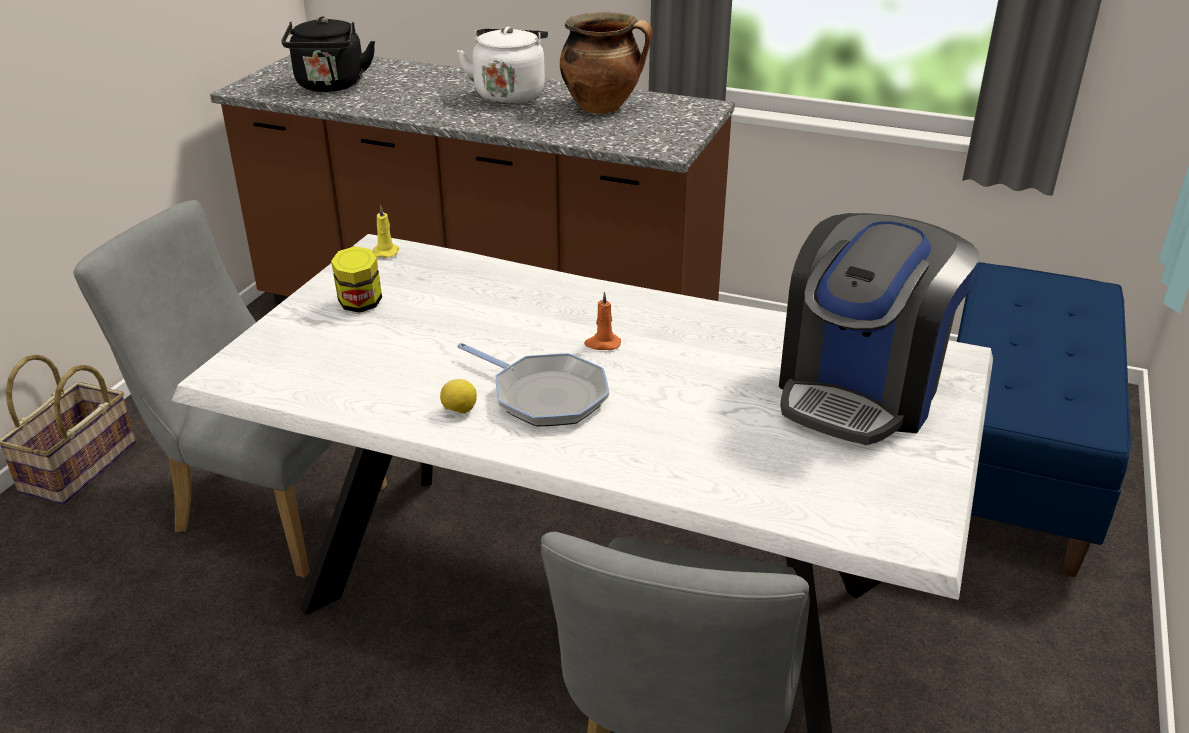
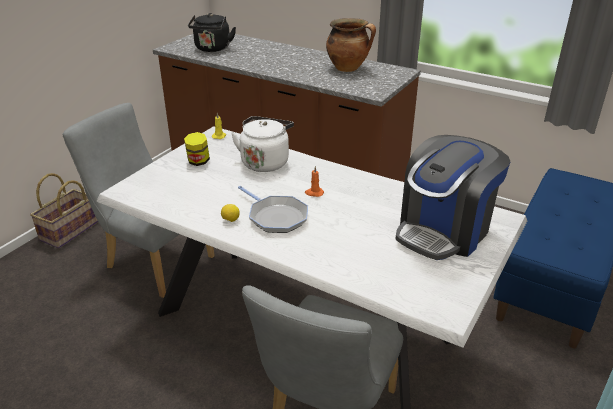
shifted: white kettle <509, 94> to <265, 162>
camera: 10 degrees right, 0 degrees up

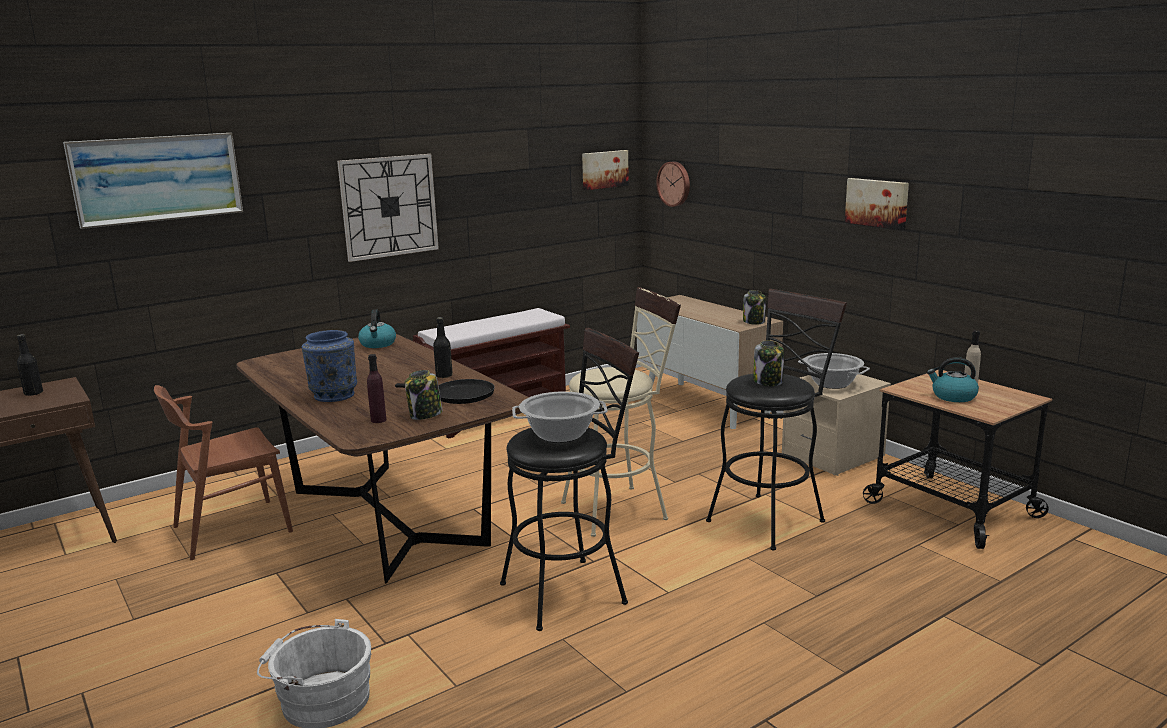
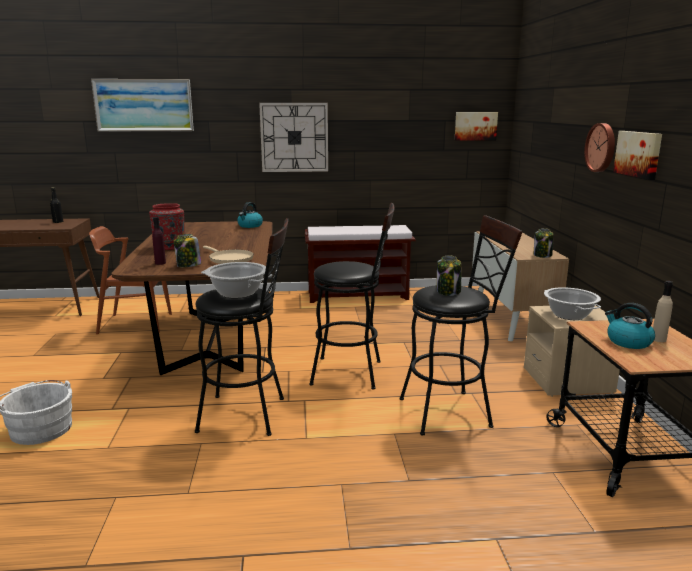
gone: black bottle <444, 376>
shifted: wall clock <674, 184> to <601, 147>
repainted: blue vase <333, 395> to red vase <169, 246>; black frying pan <459, 395> to beige frying pan <229, 259>; beige stool <622, 508> to black stool <354, 373>
camera: 30 degrees right, 0 degrees up

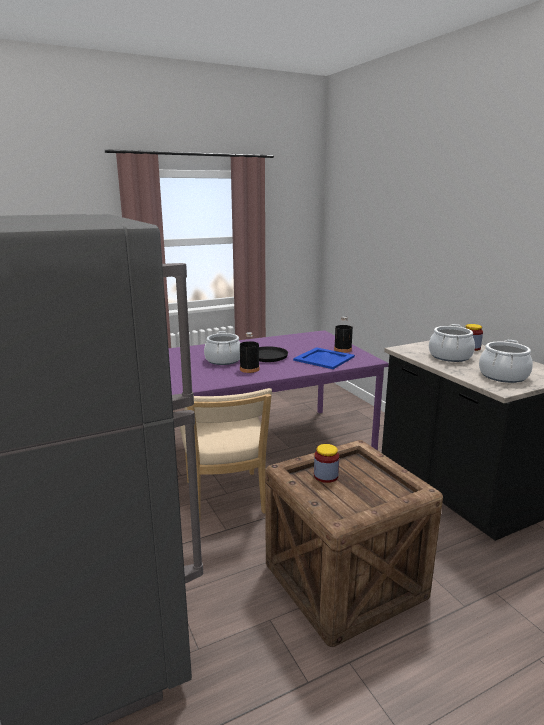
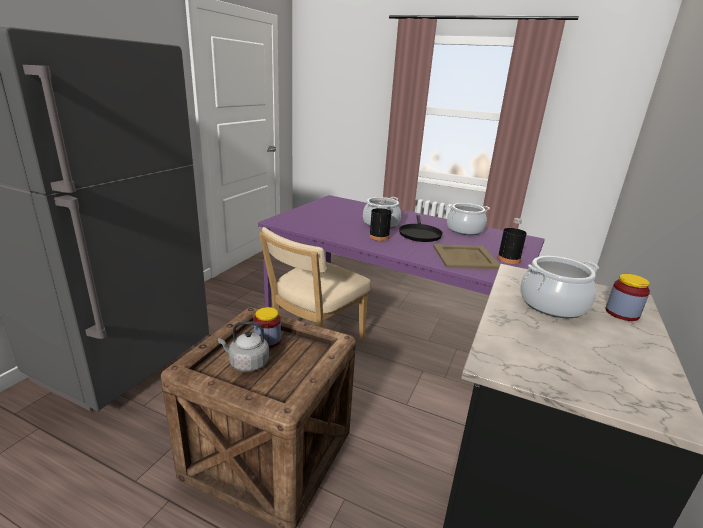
new: grey kettle <247, 363>
shifted: cooking pot <503, 376> to <464, 230>
repainted: blue tray <324, 358> to beige tray <465, 257>
camera: 50 degrees right, 5 degrees up

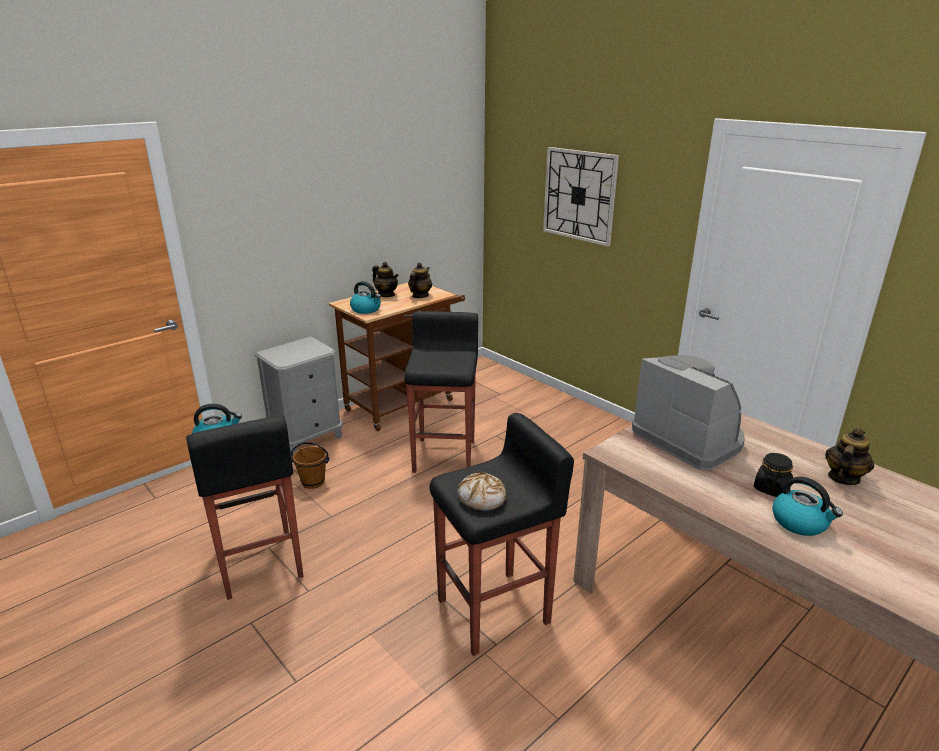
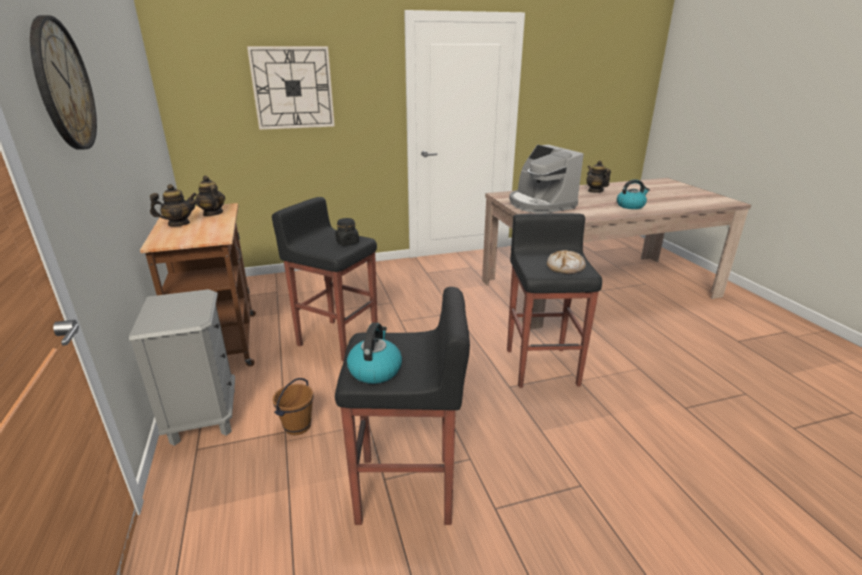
gone: kettle <366, 309>
new: wall clock <63, 85>
shifted: black jar <771, 488> to <347, 242>
rotated: coffee machine <689, 439> = <540, 204> 105 degrees counterclockwise
camera: 65 degrees left, 0 degrees up

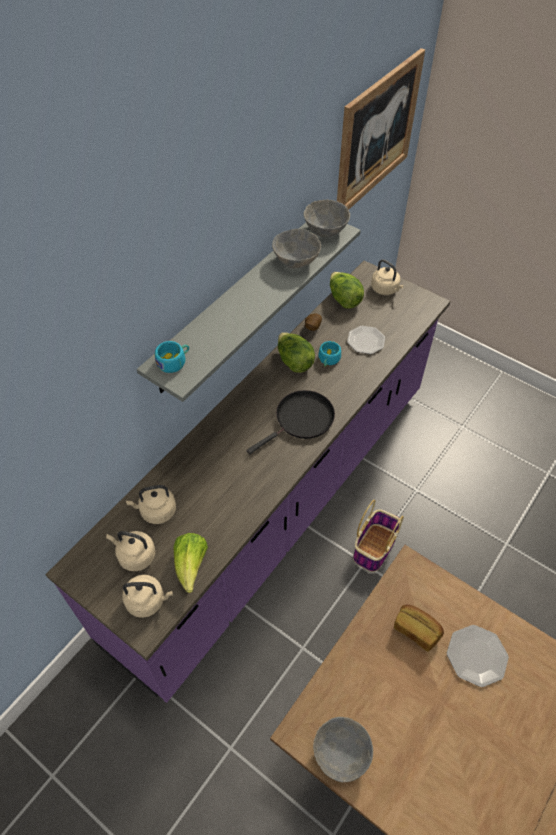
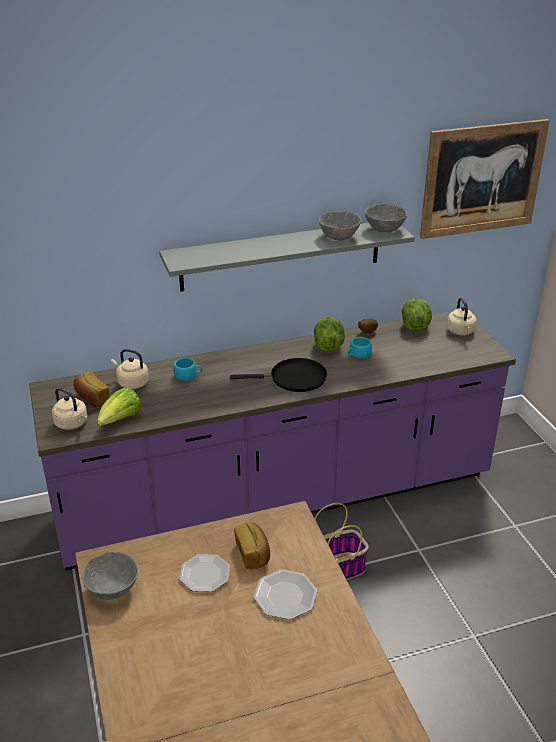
shifted: turquoise cup <174, 361> to <188, 375>; plate <366, 341> to <205, 575>
swapped: beige kettle <135, 556> to bread <91, 398>
camera: 35 degrees right, 20 degrees down

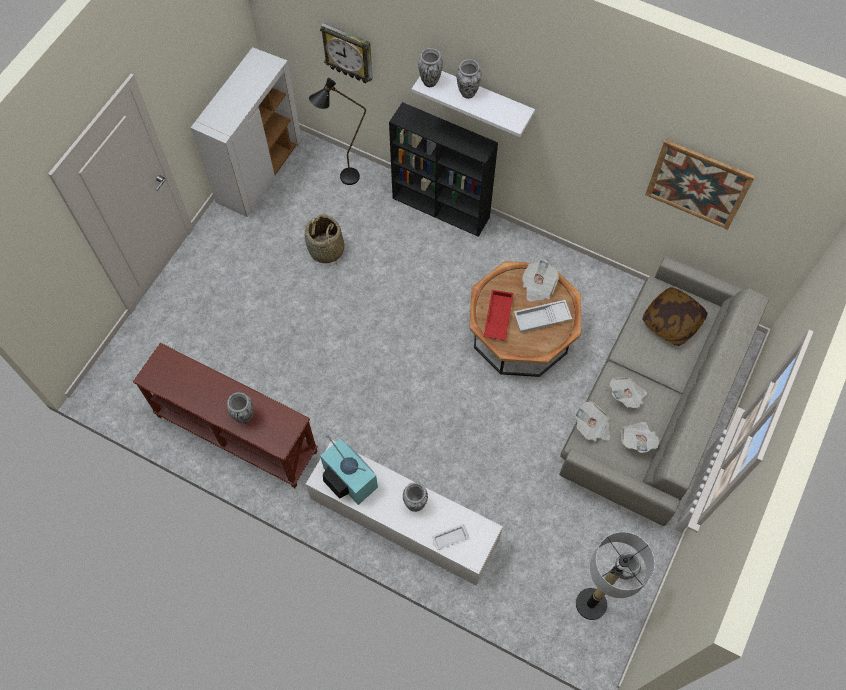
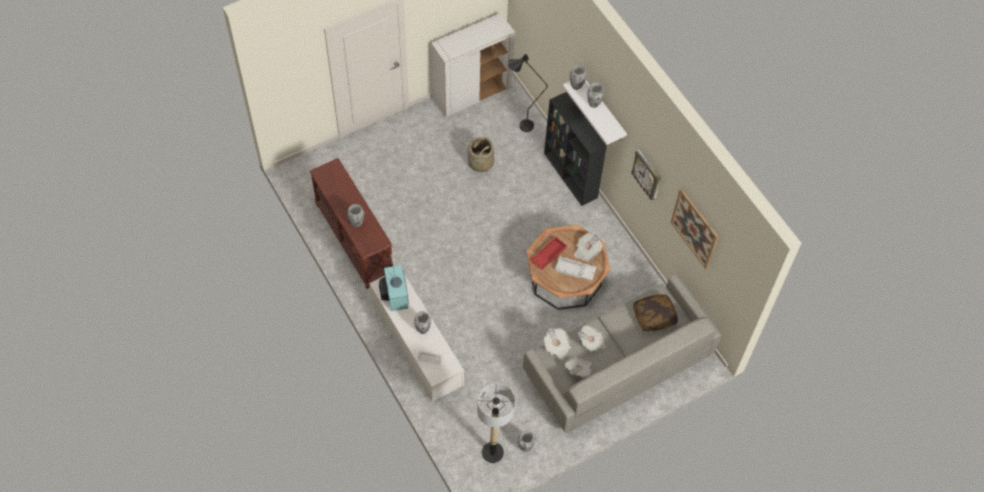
shifted: wall clock <348, 53> to <647, 175>
camera: 30 degrees right, 5 degrees down

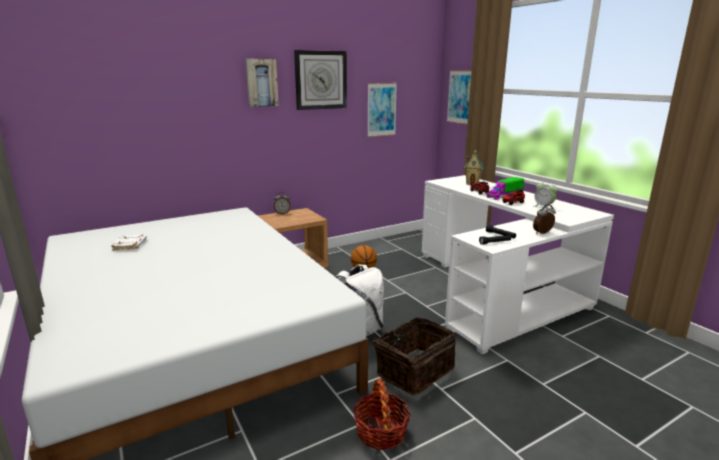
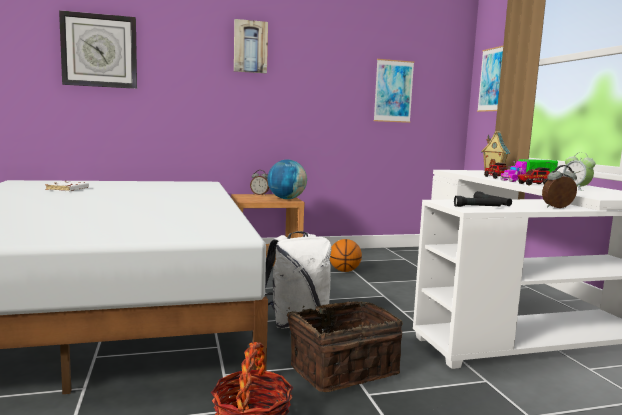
new: globe <286, 199>
shifted: wall clock <321, 80> to <99, 51>
camera: 15 degrees right, 10 degrees down

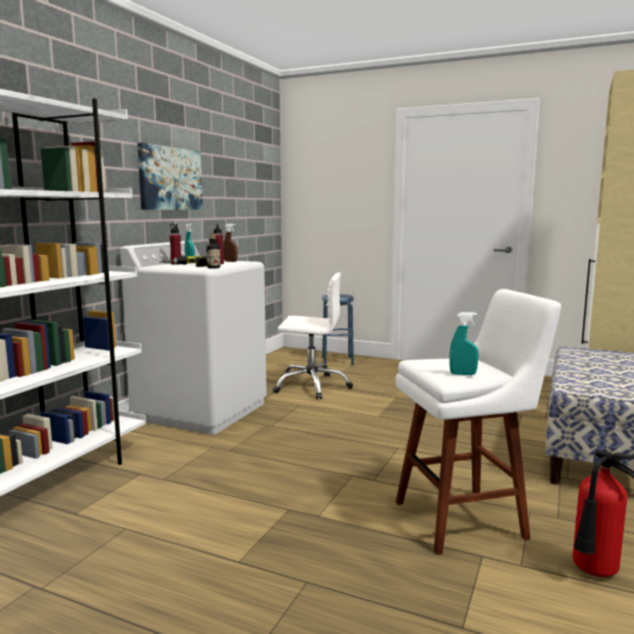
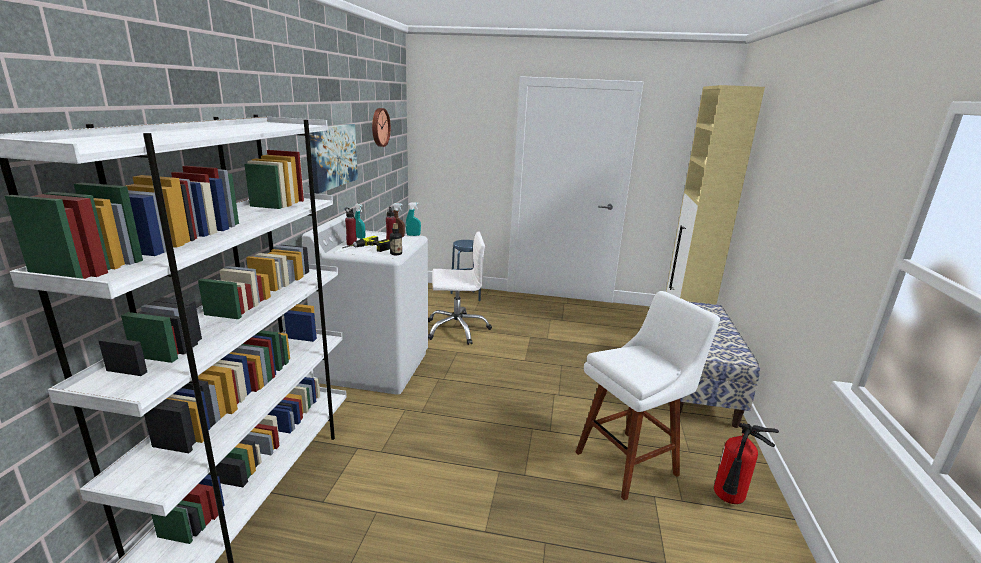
new: wall clock <379, 127>
shifted: turquoise spray bottle <463, 374> to <413, 235>
camera: 15 degrees left, 10 degrees up

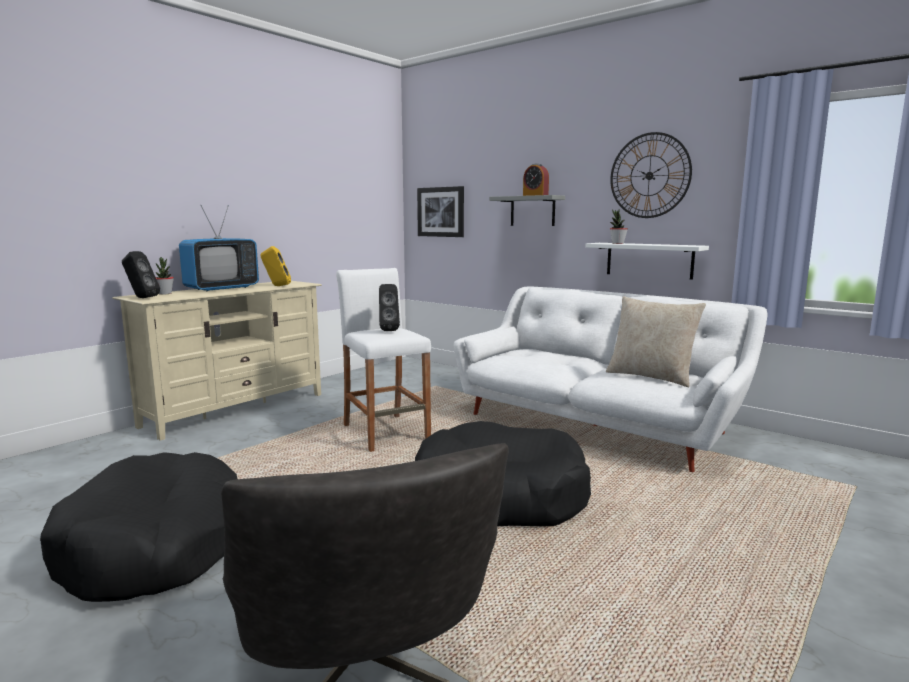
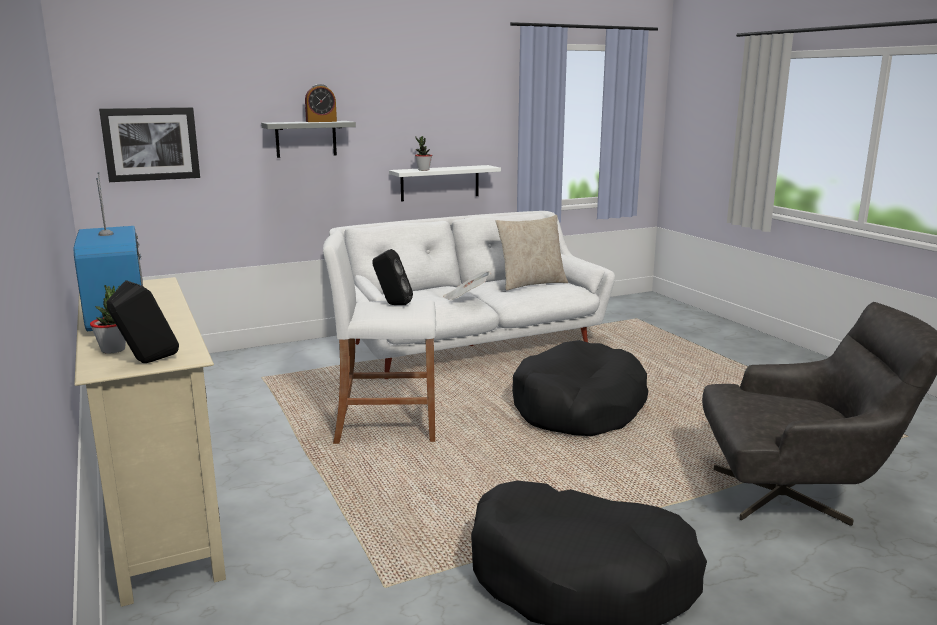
gone: yellow speaker <276, 286>; wall clock <649, 175>
new: newspaper <466, 298>
camera: 65 degrees left, 5 degrees up

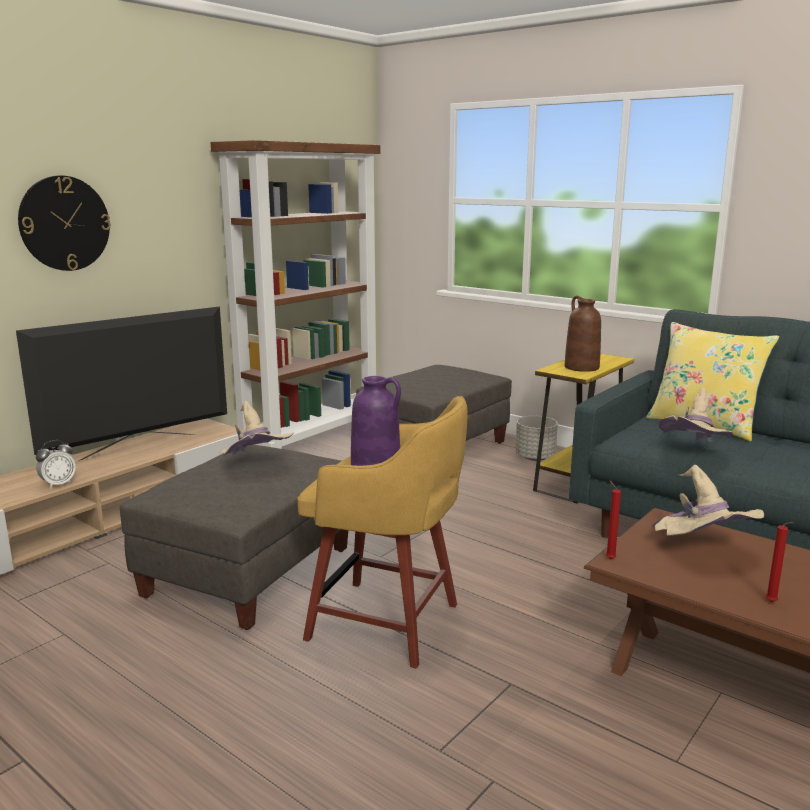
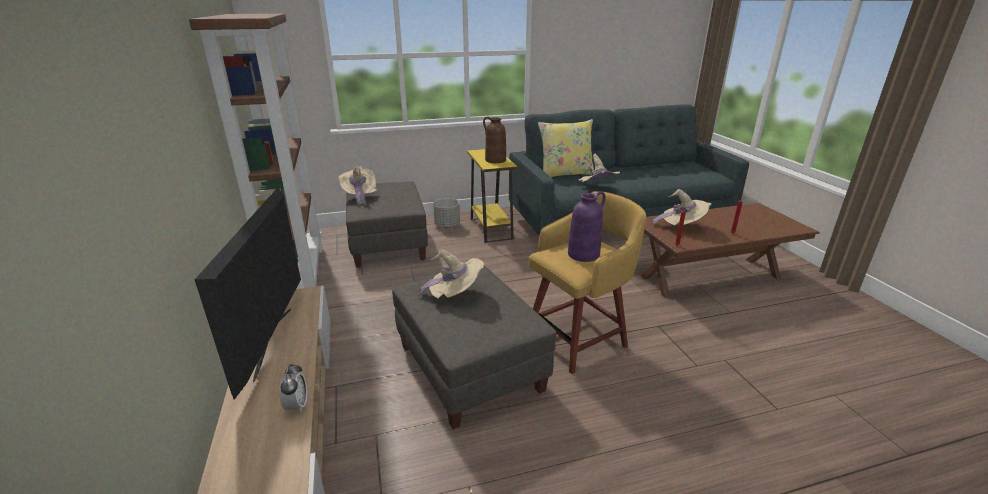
gone: wall clock <64, 223>
new: beige hat <360, 196>
camera: 55 degrees left, 10 degrees up

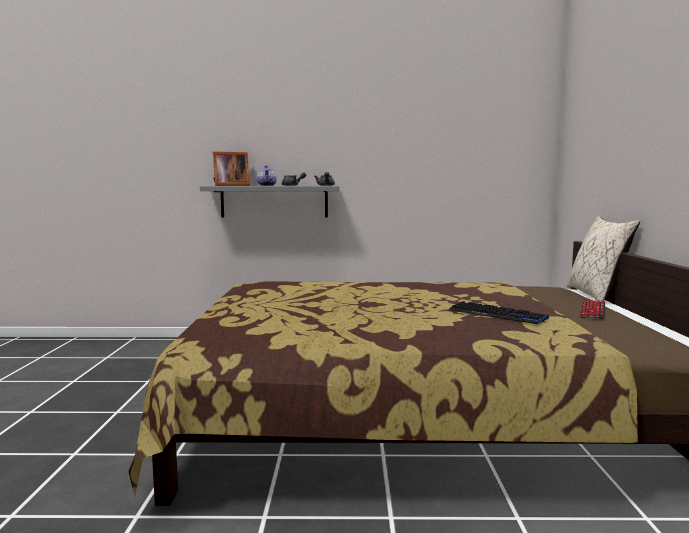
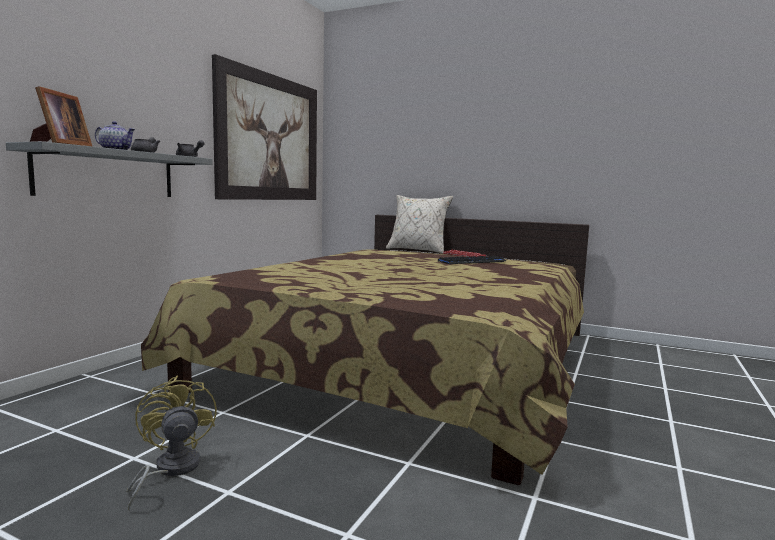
new: yellow fan <170, 470>; picture <270, 138>
camera: 65 degrees left, 0 degrees up

